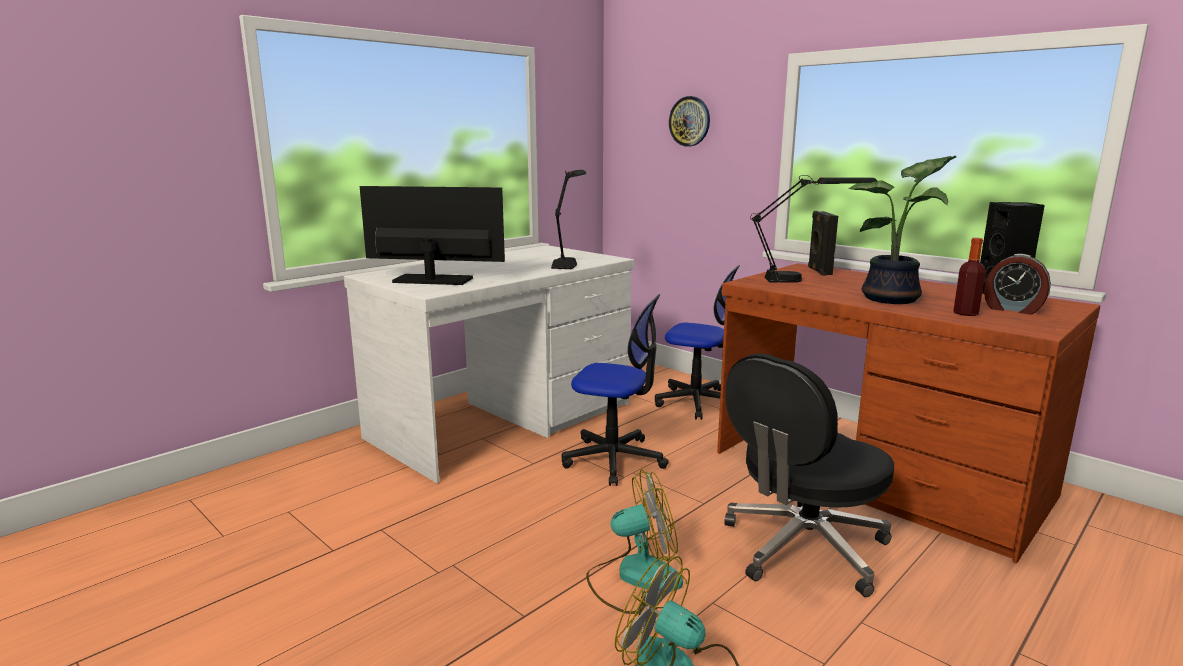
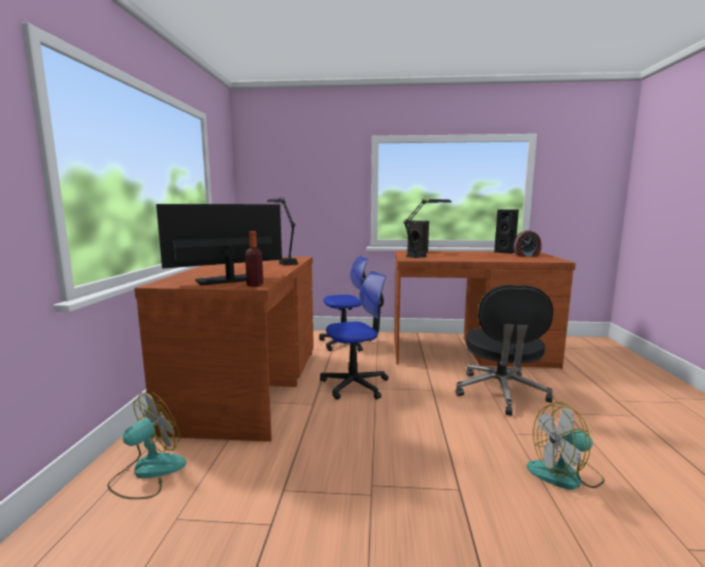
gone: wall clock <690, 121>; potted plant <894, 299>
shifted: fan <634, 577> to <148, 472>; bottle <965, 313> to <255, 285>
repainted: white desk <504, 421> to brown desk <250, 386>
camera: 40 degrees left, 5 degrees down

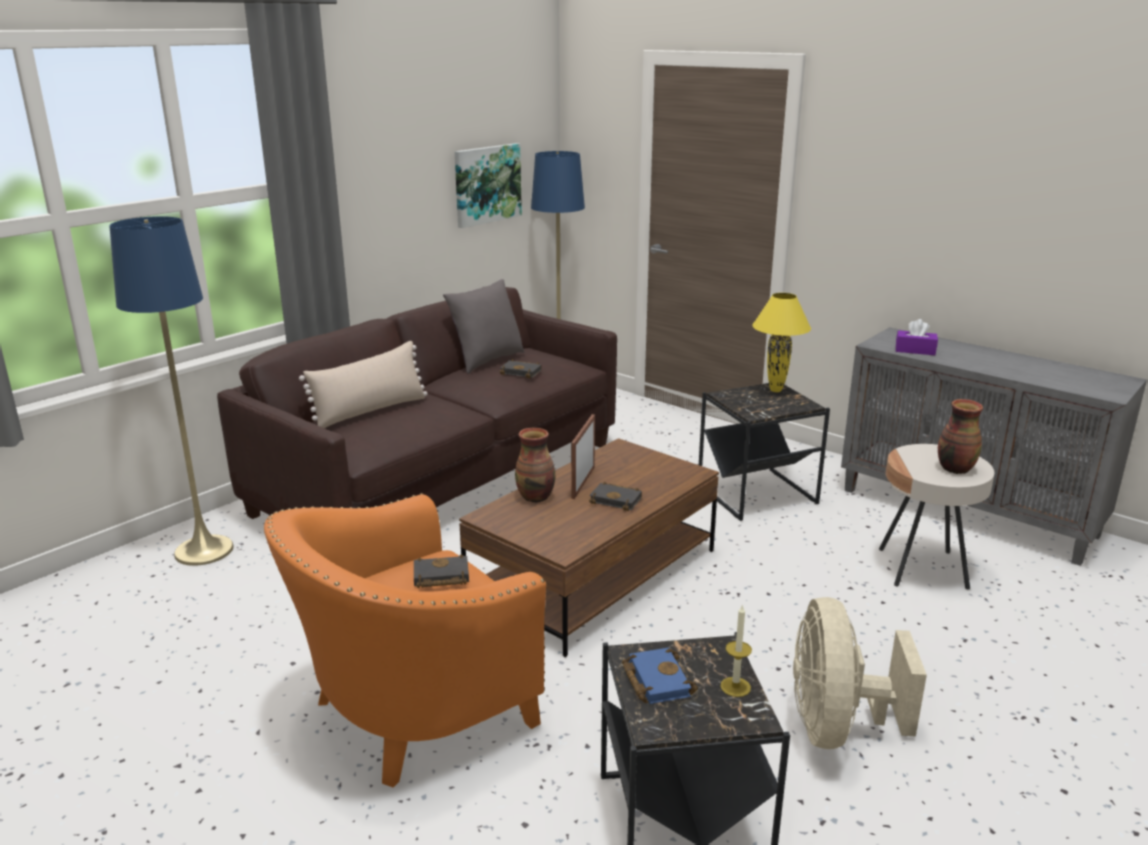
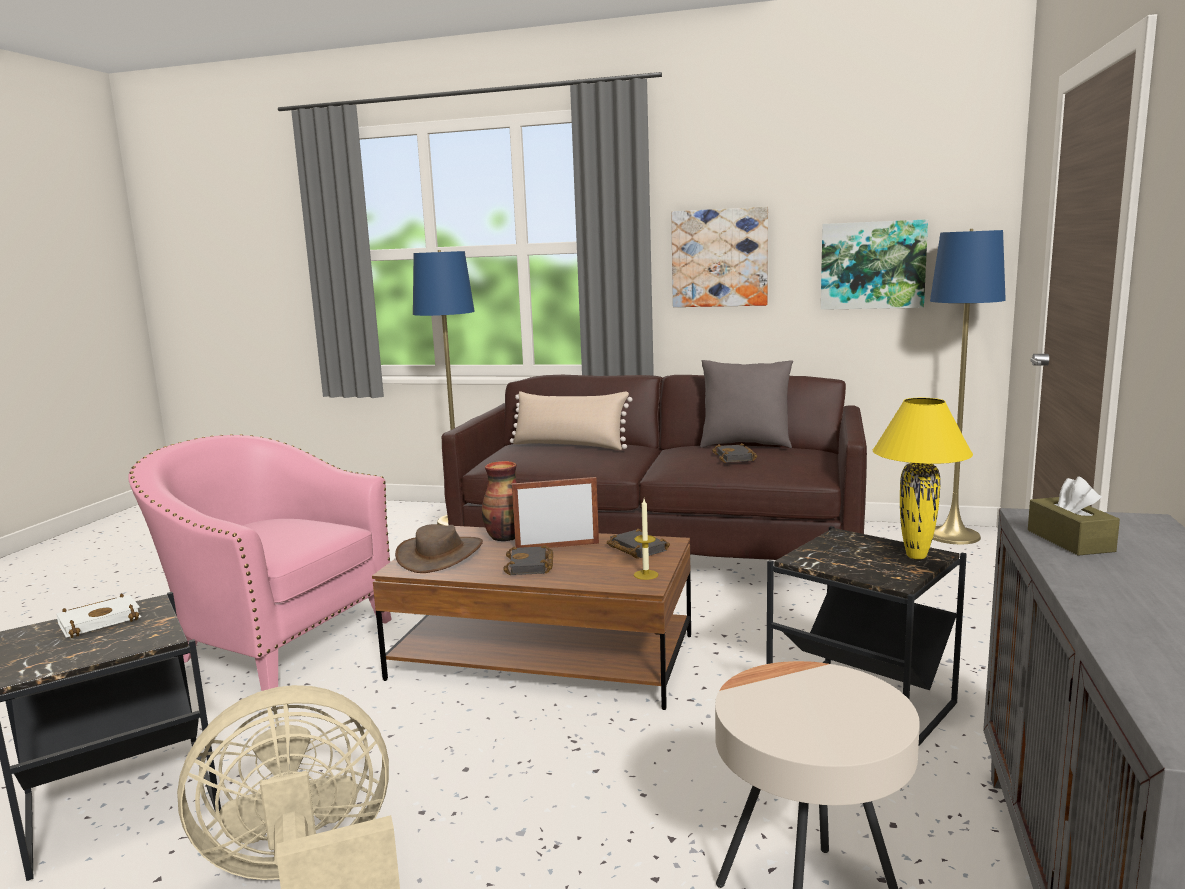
gone: vase <954, 468>
new: brown hat <440, 555>; picture <719, 258>
shifted: black book <440, 577> to <635, 549>; candle <735, 687> to <646, 575>
repainted: orange armchair <410, 713> to pink armchair <275, 642>; blue book <655, 680> to white book <101, 620>; purple tissue box <915, 350> to brown tissue box <1070, 541>
camera: 65 degrees right, 10 degrees down

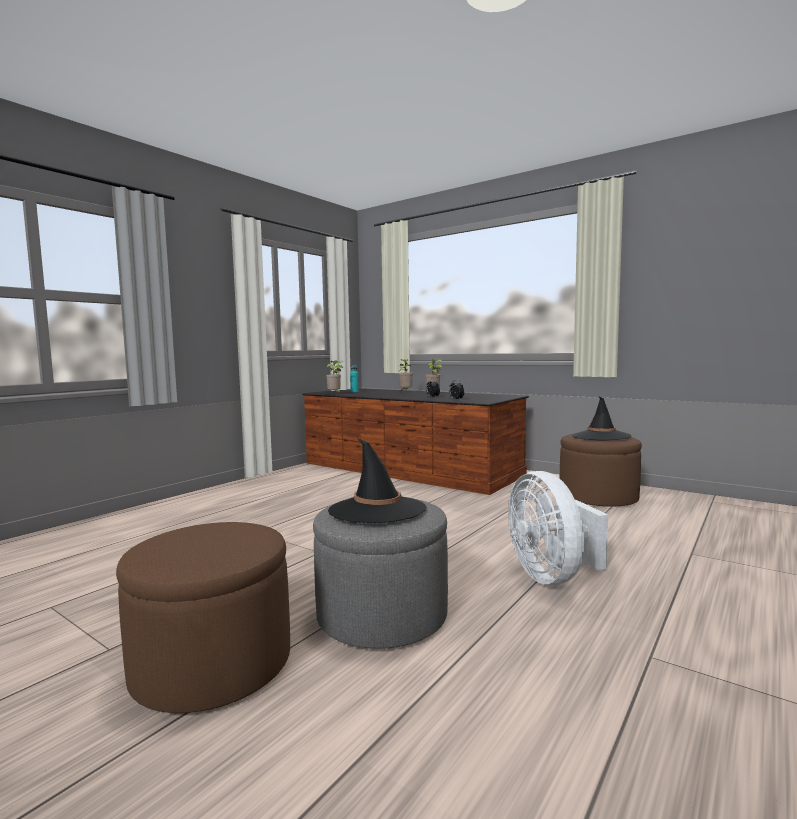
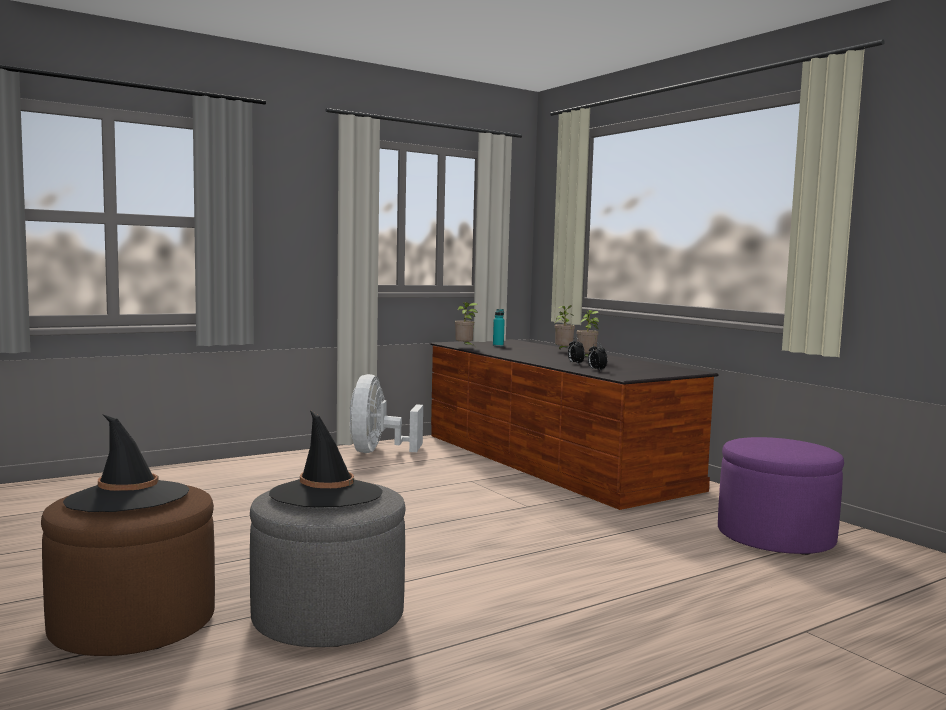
shifted: white fan <552, 576> to <377, 451>; black hat <600, 436> to <127, 498>
repainted: brown ottoman <598, 497> to purple ottoman <775, 537>
camera: 20 degrees right, 0 degrees up

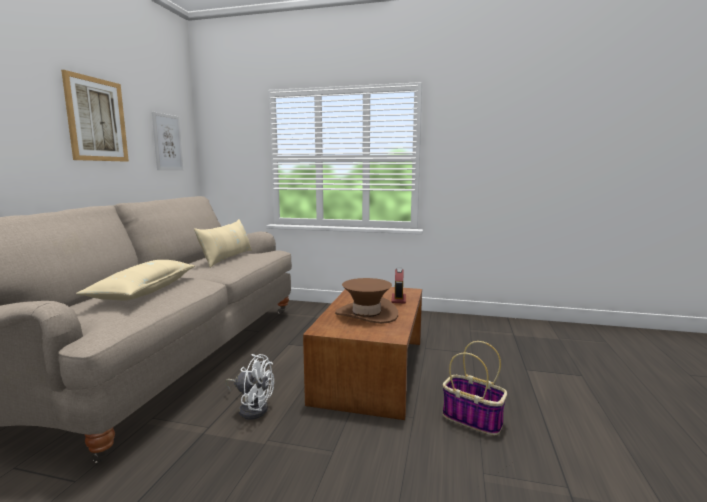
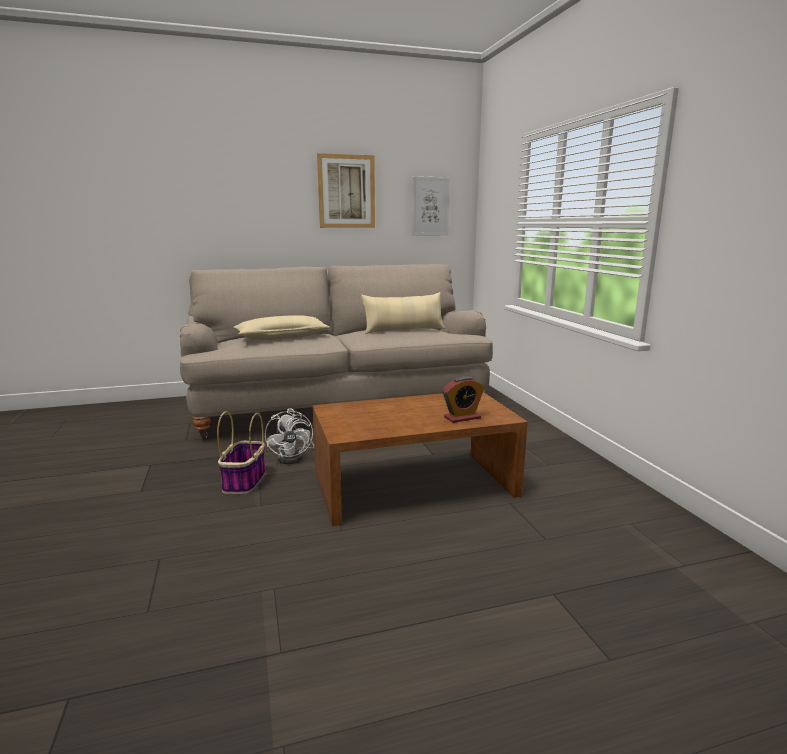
gone: brown hat <366, 314>
shifted: basket <473, 419> to <244, 481>
camera: 60 degrees right, 5 degrees up

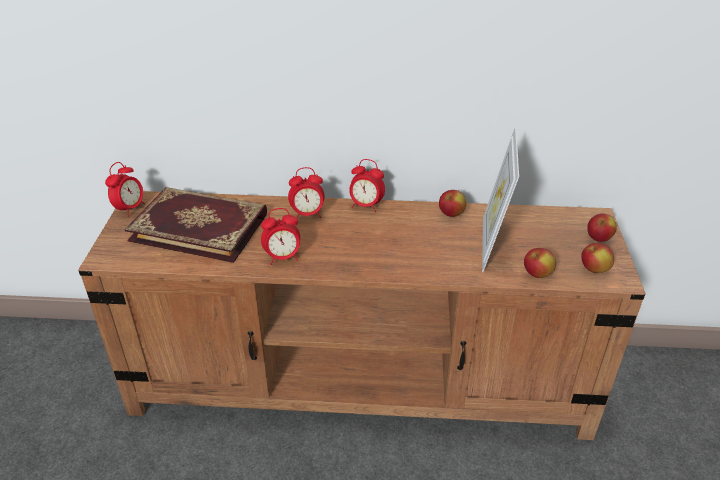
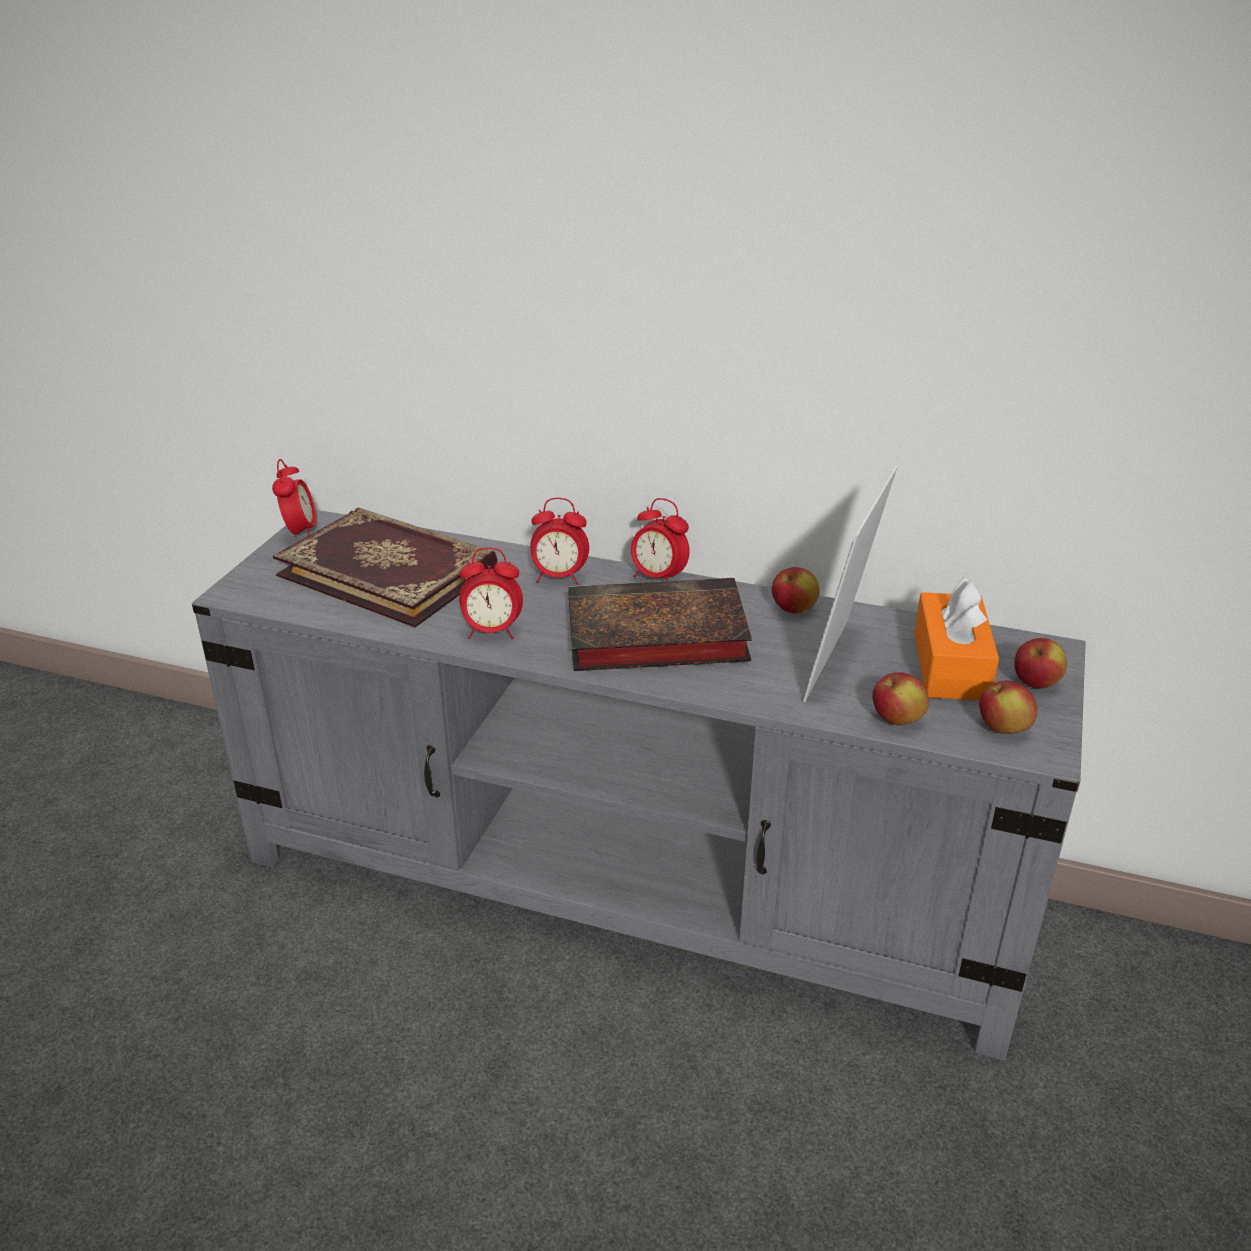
new: book <651, 636>; orange tissue box <950, 666>
repainted: brown tv stand <362, 381> to grey tv stand <630, 884>
rotated: alarm clock <130, 208> = <300, 533> 45 degrees counterclockwise
camera: 15 degrees right, 5 degrees down

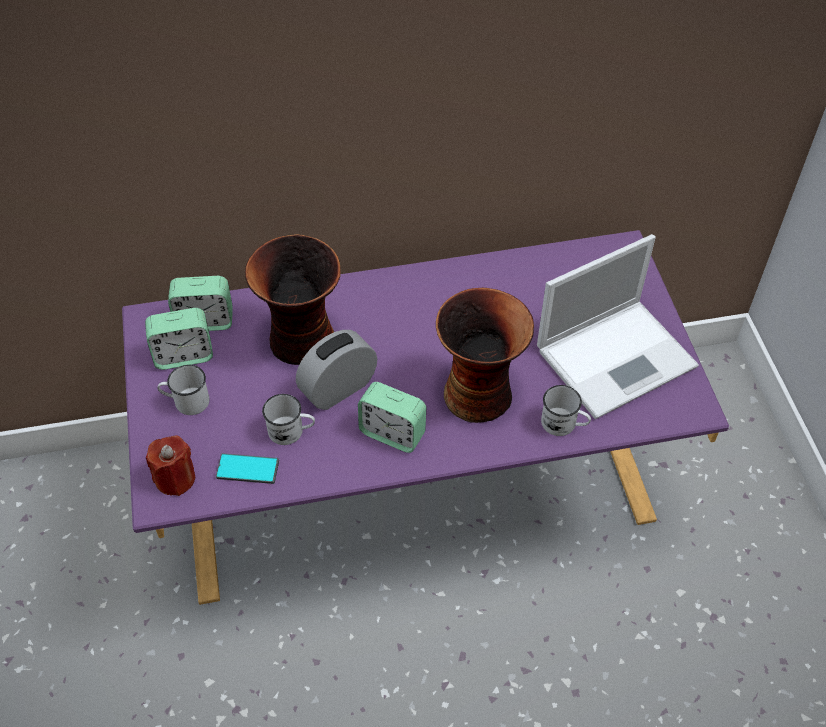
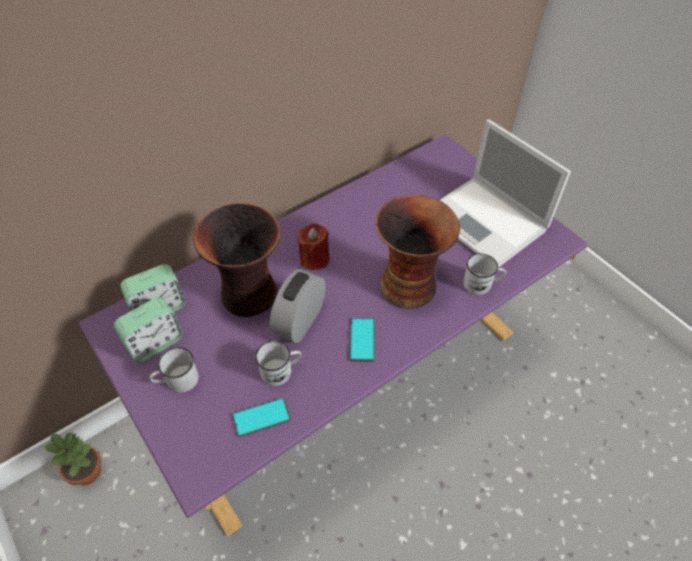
new: potted plant <87, 471>
shifted: red candle <175, 478> to <314, 259>
swapped: alarm clock <392, 433> to phone <362, 340>
rotated: laptop <618, 356> = <487, 222> 105 degrees clockwise
camera: 25 degrees left, 0 degrees up

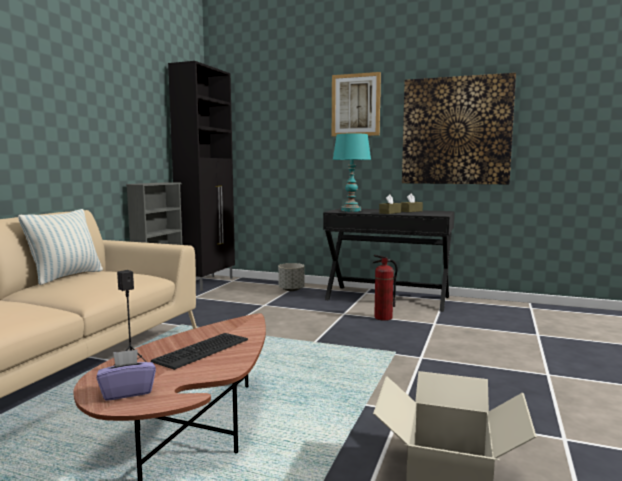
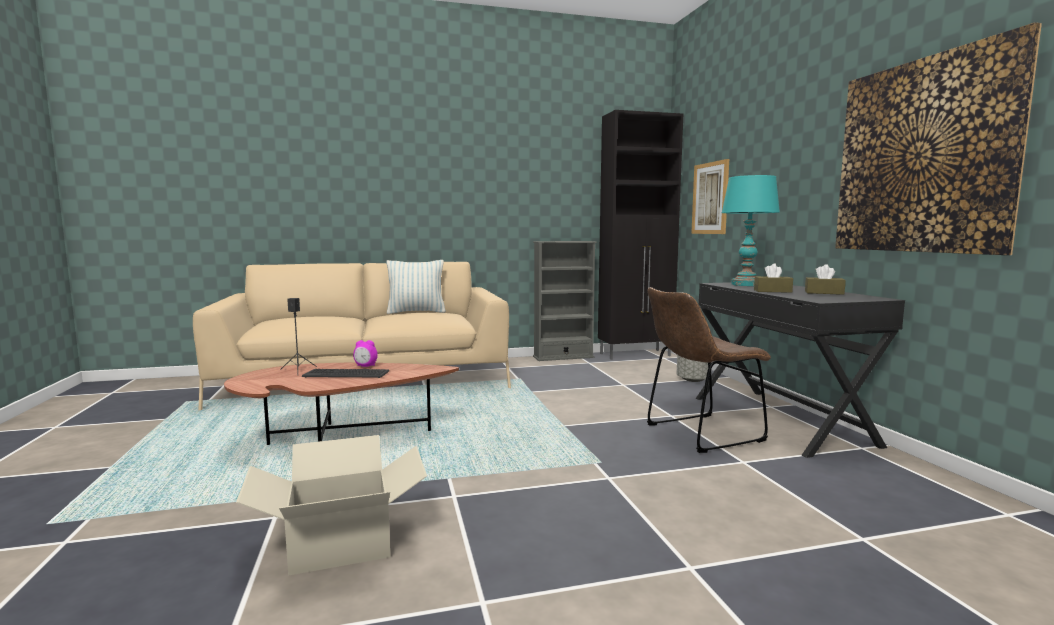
gone: purple tissue box <127, 392>
new: alarm clock <365, 366>
shifted: picture <355, 105> to <710, 198>
swapped: fire extinguisher <383, 318> to brown chair <699, 434>
camera: 55 degrees right, 0 degrees up

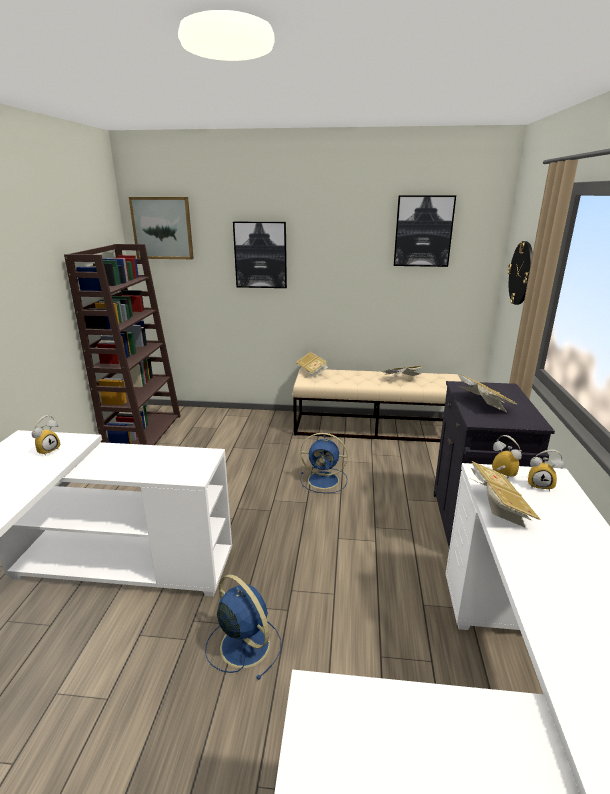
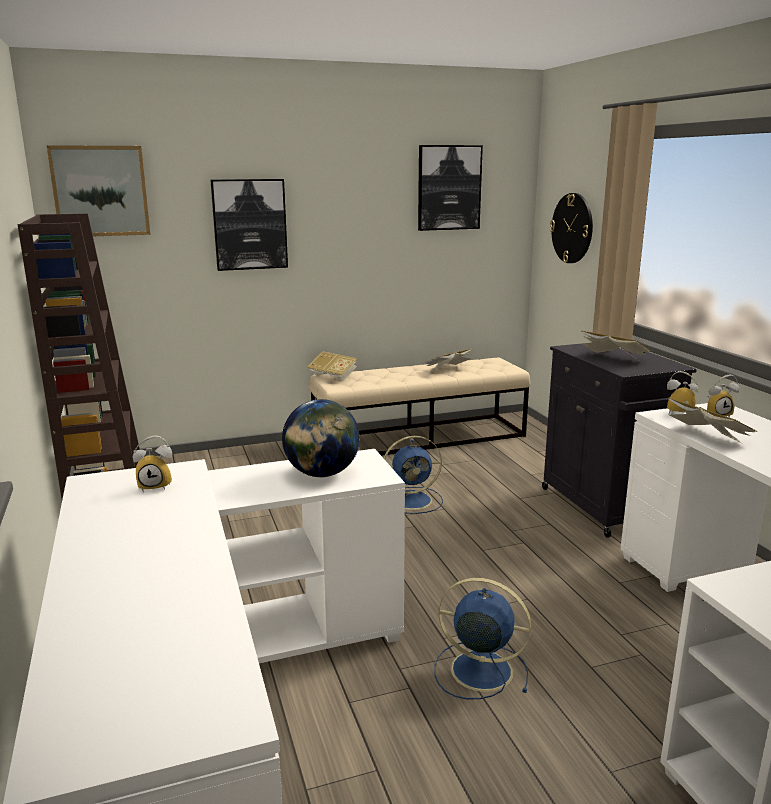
new: globe <322, 474>
rotated: alarm clock <48, 450> = <156, 486> 75 degrees clockwise
camera: 25 degrees left, 5 degrees down

